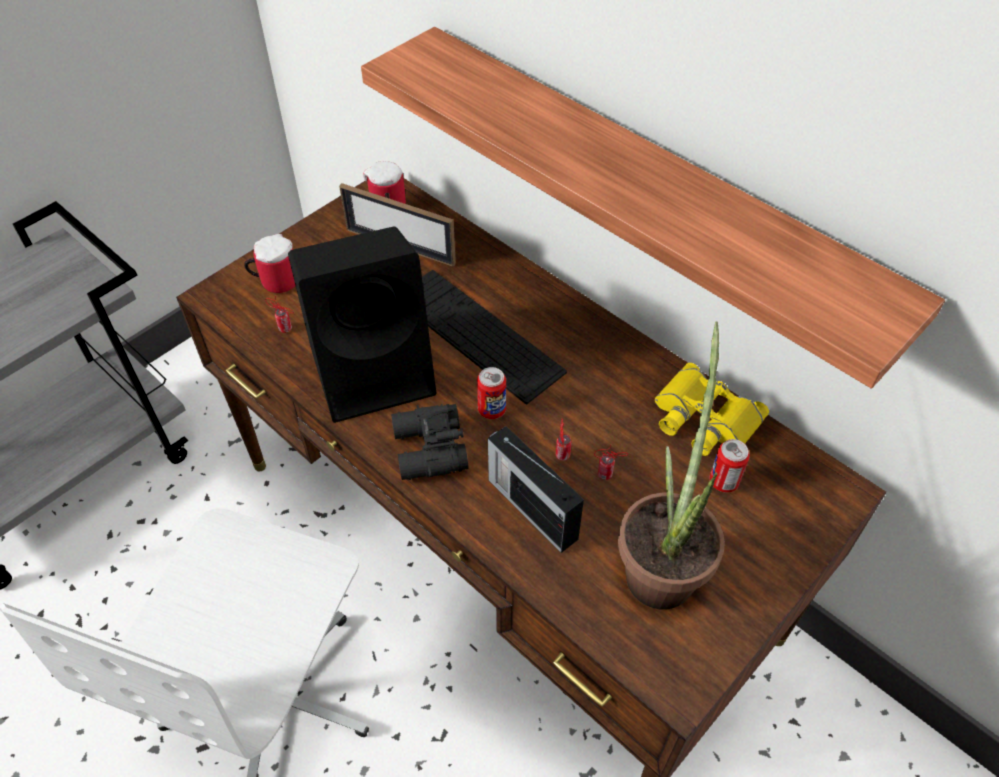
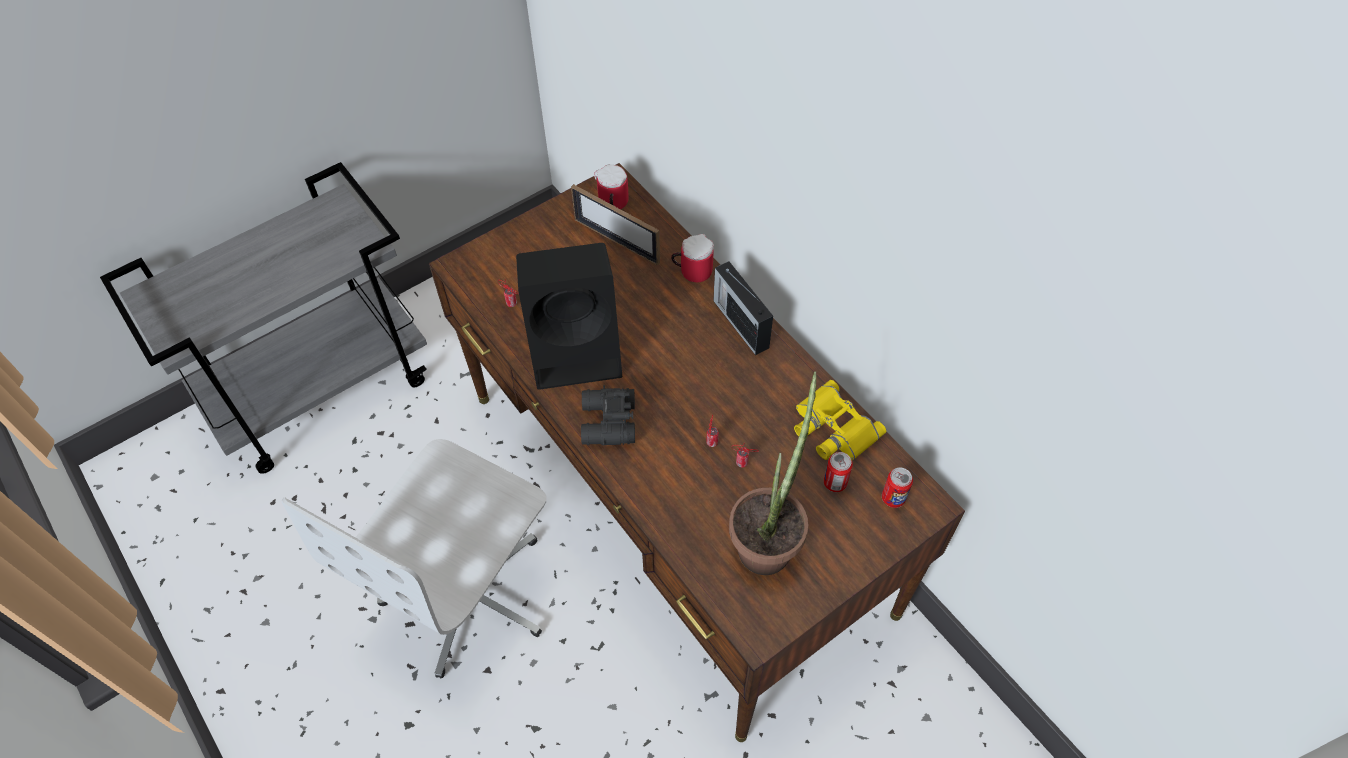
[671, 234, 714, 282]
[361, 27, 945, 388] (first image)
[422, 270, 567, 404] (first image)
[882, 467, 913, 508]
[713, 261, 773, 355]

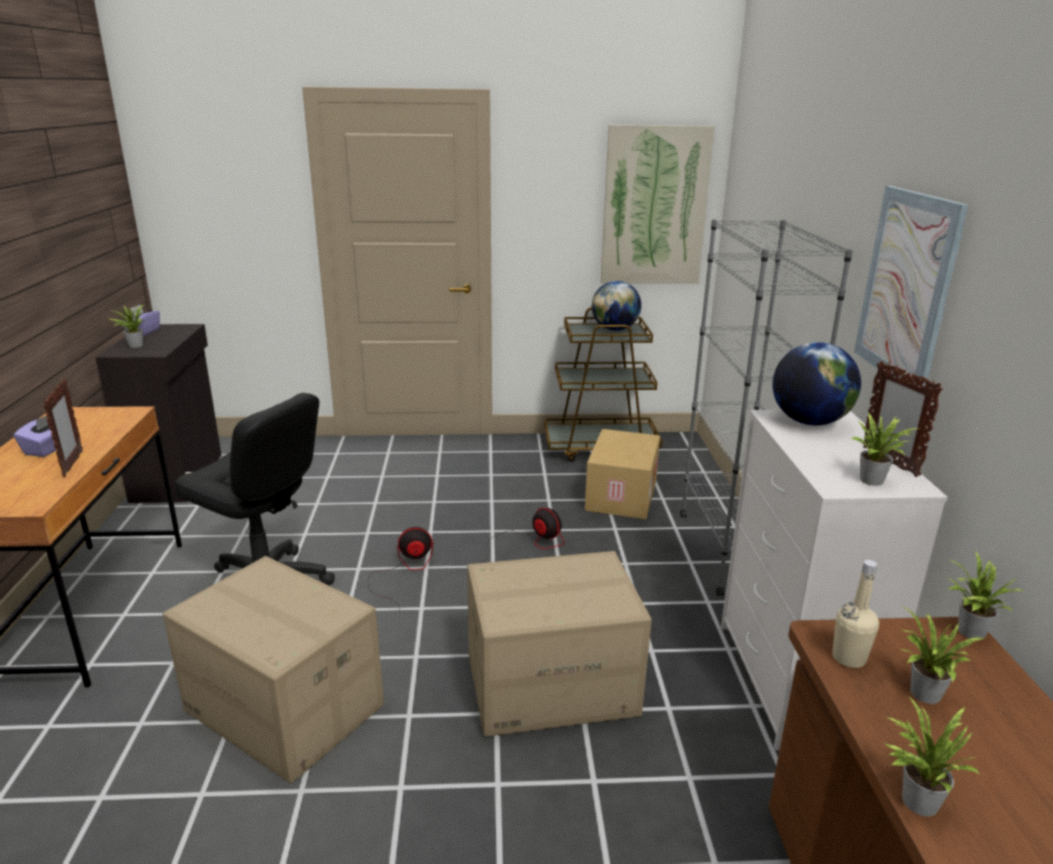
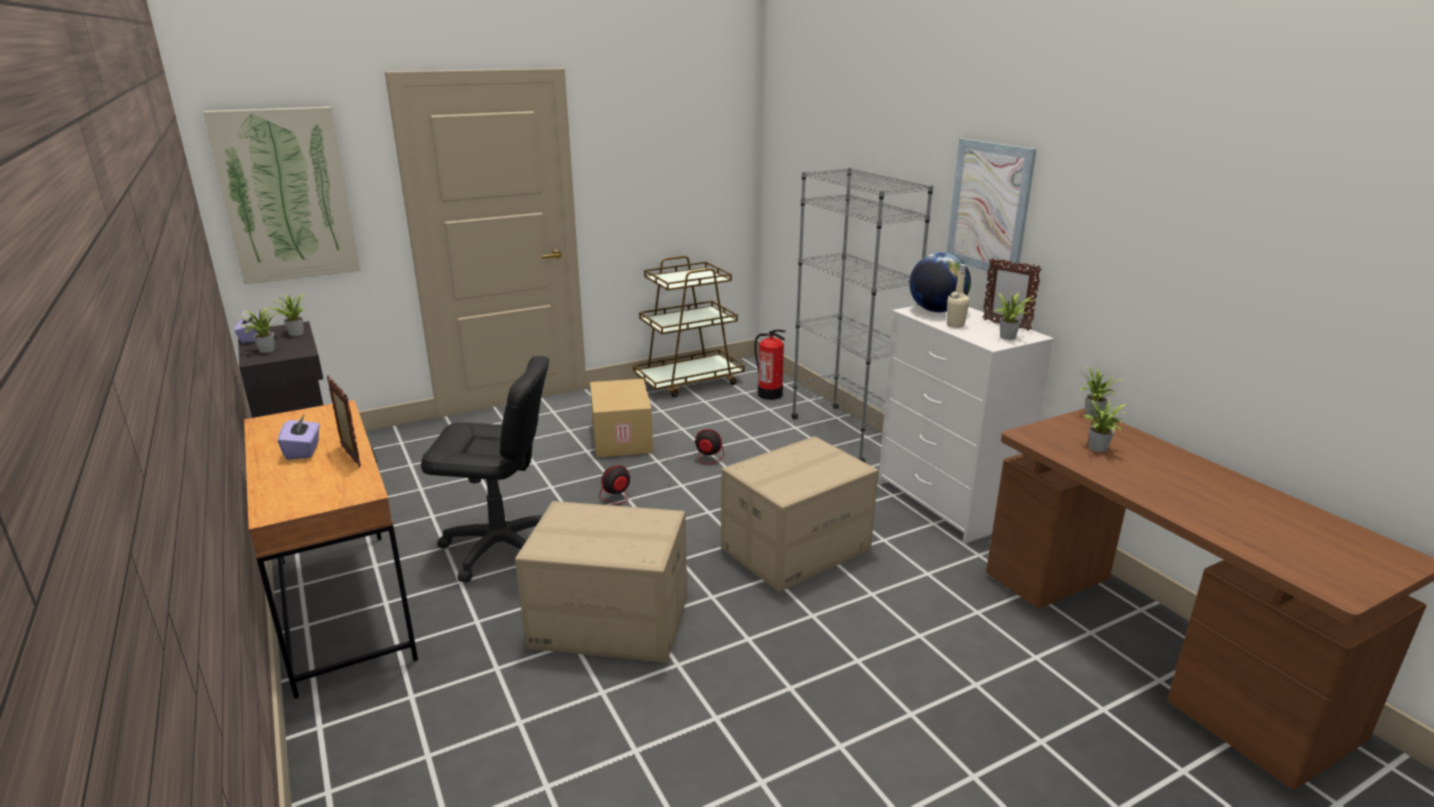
[590, 379, 653, 458]
[592, 281, 641, 331] (first image)
[203, 107, 360, 284]
[947, 264, 970, 328]
[269, 293, 306, 336]
[755, 329, 786, 400]

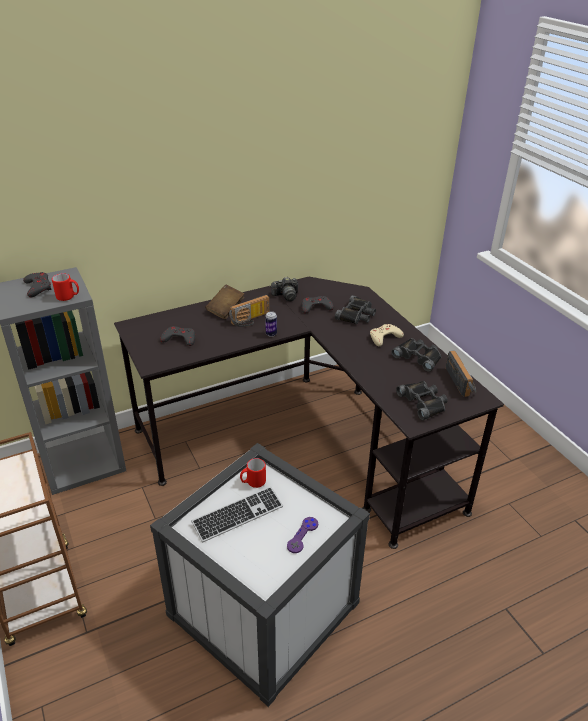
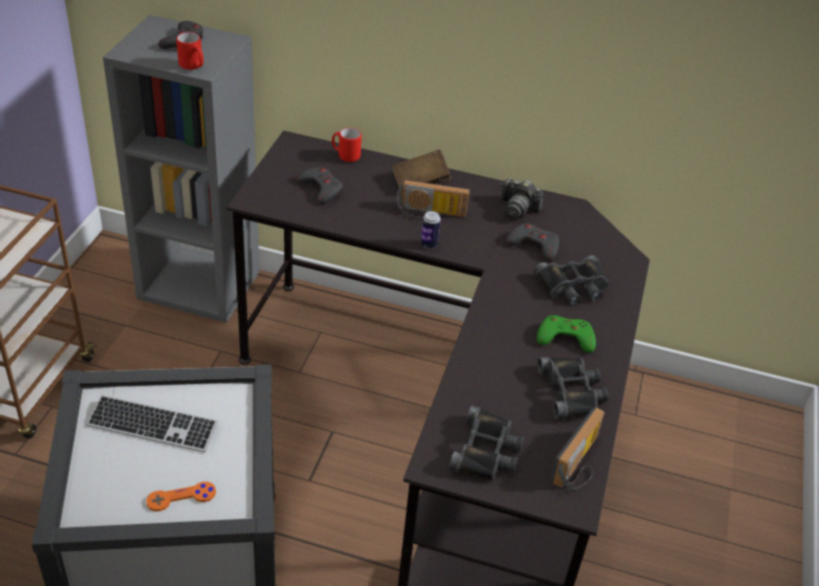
[332, 128, 362, 162]
[146, 482, 216, 511]
[537, 315, 596, 353]

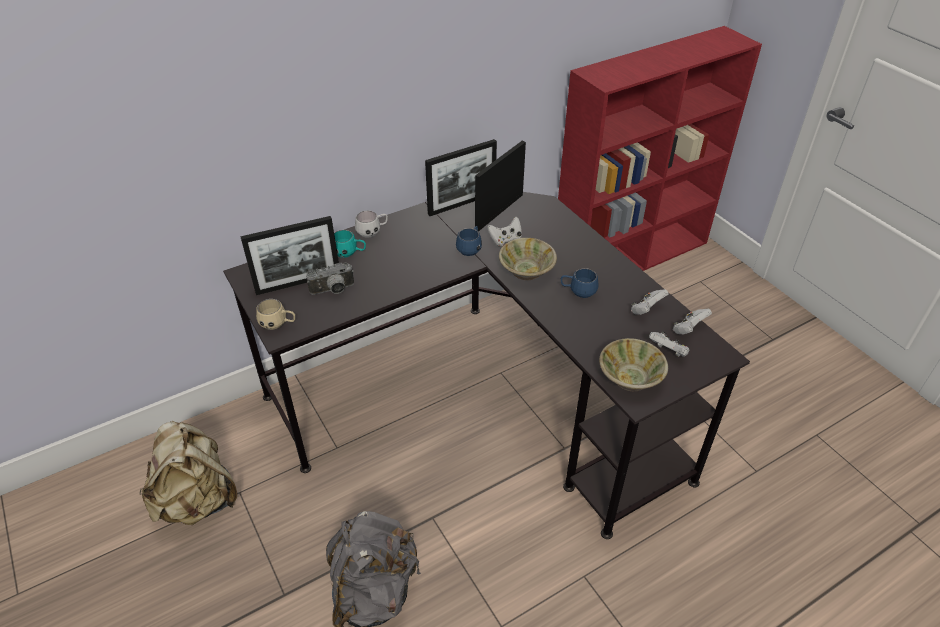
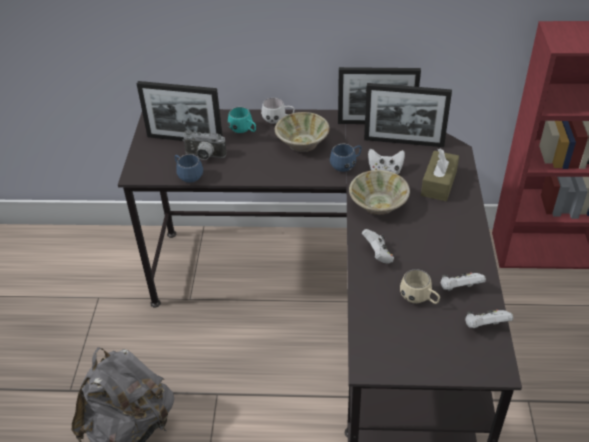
[139, 421, 237, 525] (first image)
[400, 269, 440, 304]
[364, 83, 452, 147]
[175, 154, 203, 183]
[275, 112, 330, 152]
[362, 229, 394, 264]
[421, 148, 459, 201]

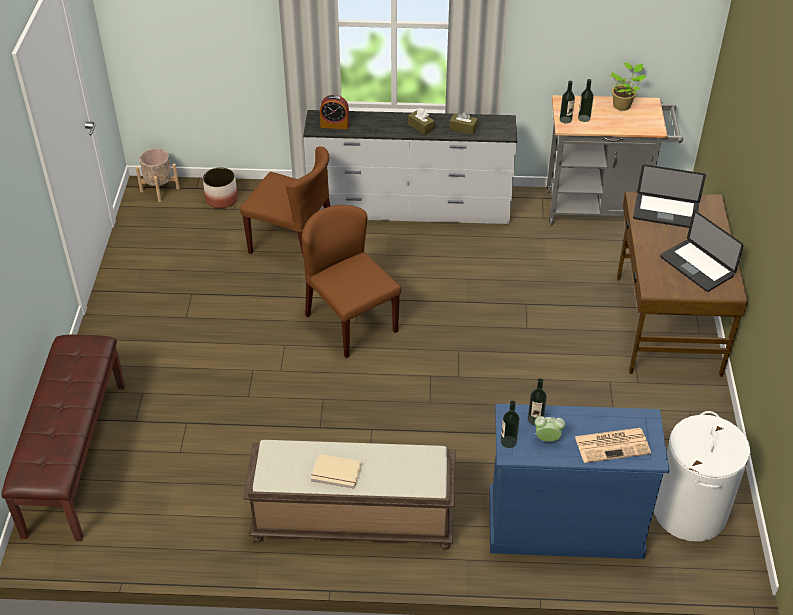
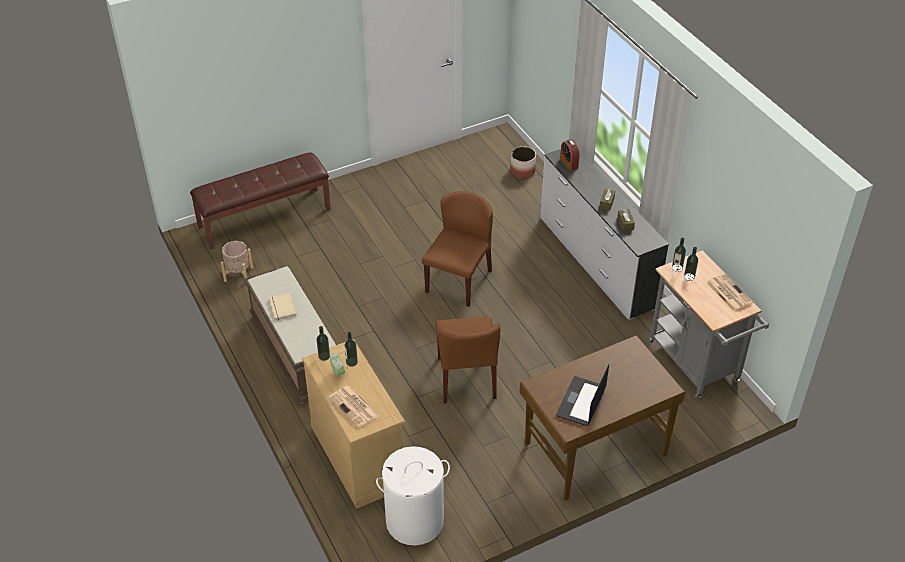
[221, 241, 253, 282]
[435, 316, 501, 403]
[302, 339, 406, 509]
[706, 273, 754, 312]
[633, 164, 706, 228] (first image)

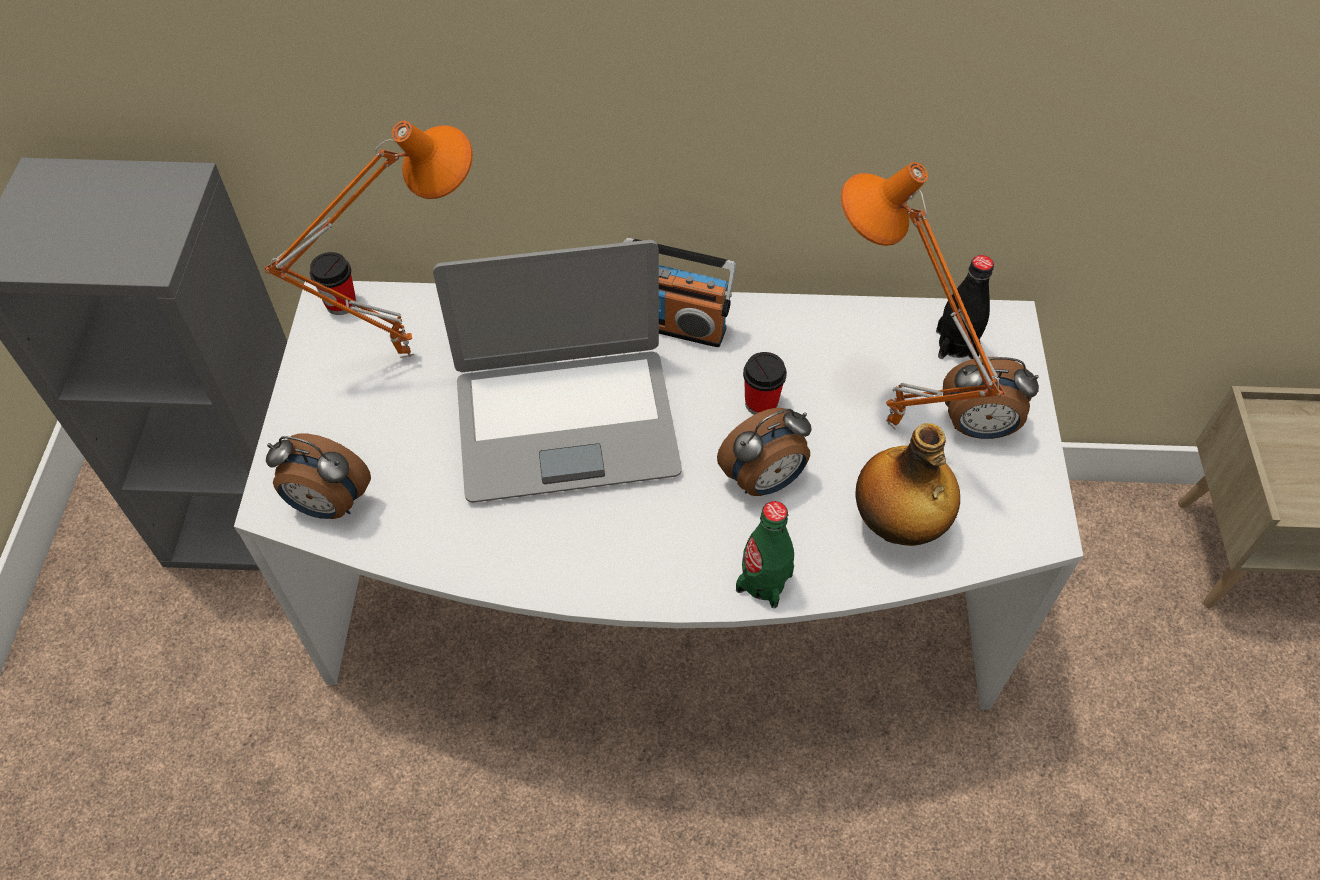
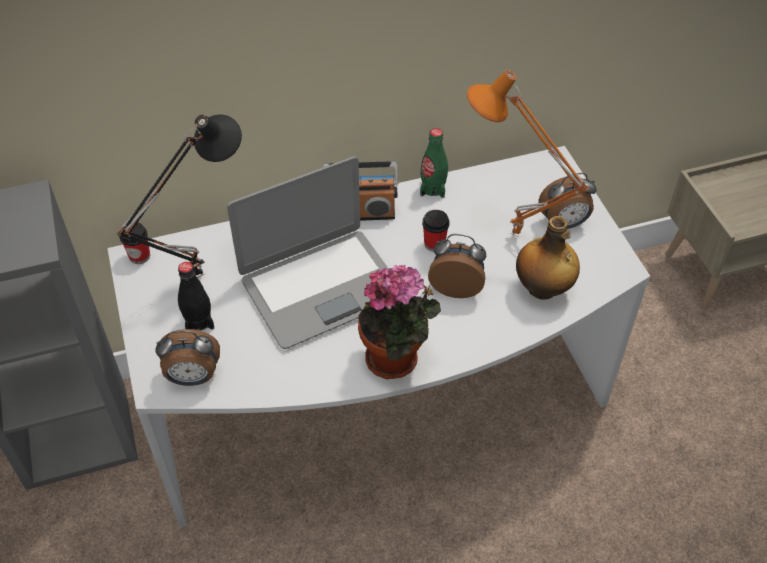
[117, 115, 242, 278]
[428, 234, 486, 298]
[420, 128, 448, 198]
[178, 262, 214, 331]
[358, 265, 441, 379]

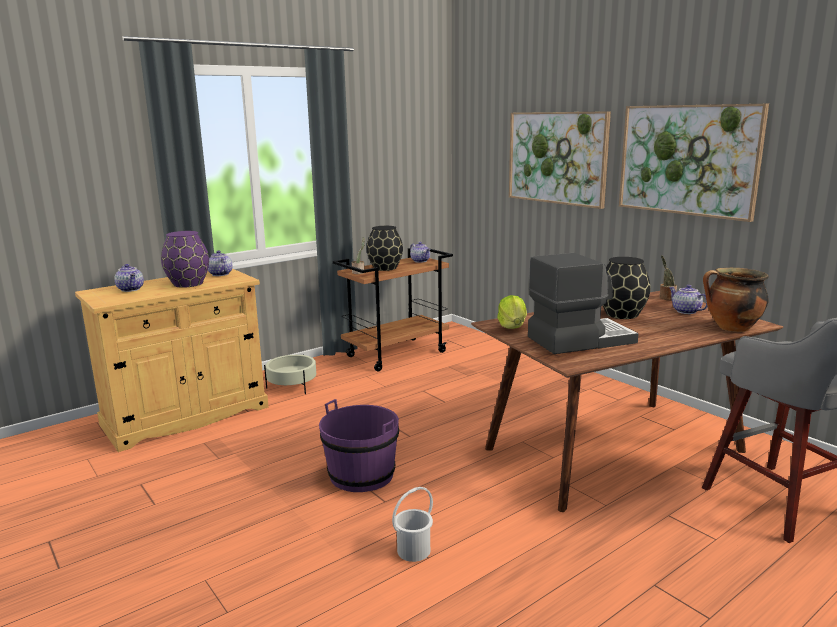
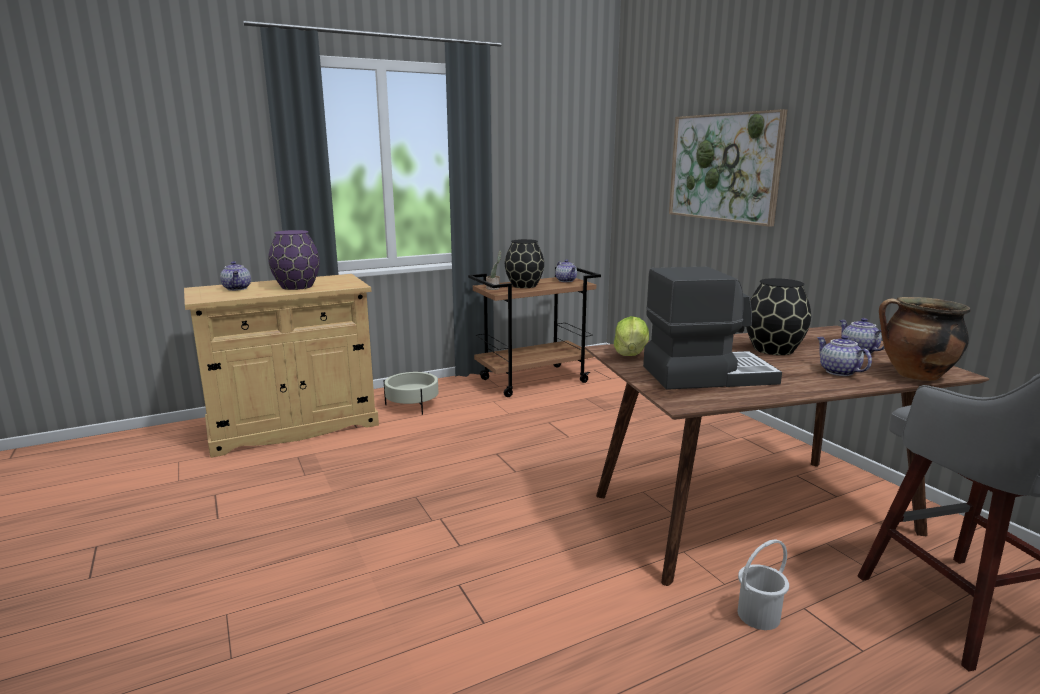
[817, 335, 872, 376]
[319, 399, 399, 492] (first image)
[738, 539, 789, 630]
[619, 104, 769, 222] (first image)
[660, 255, 677, 300] (first image)

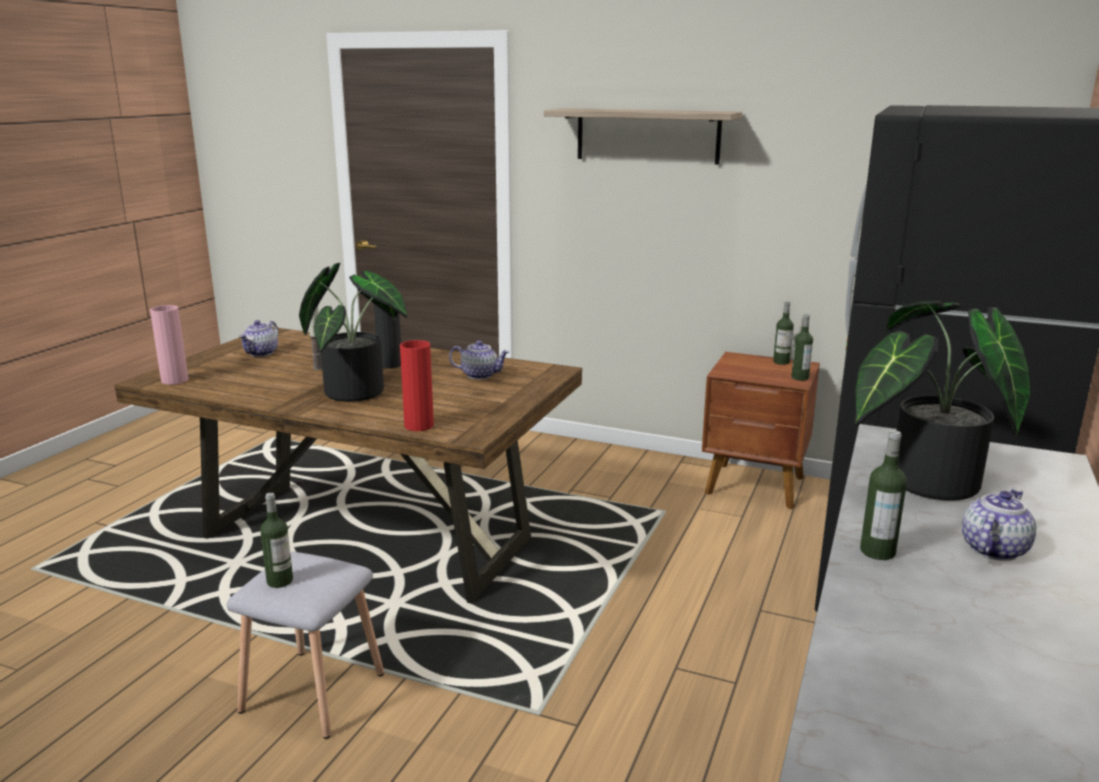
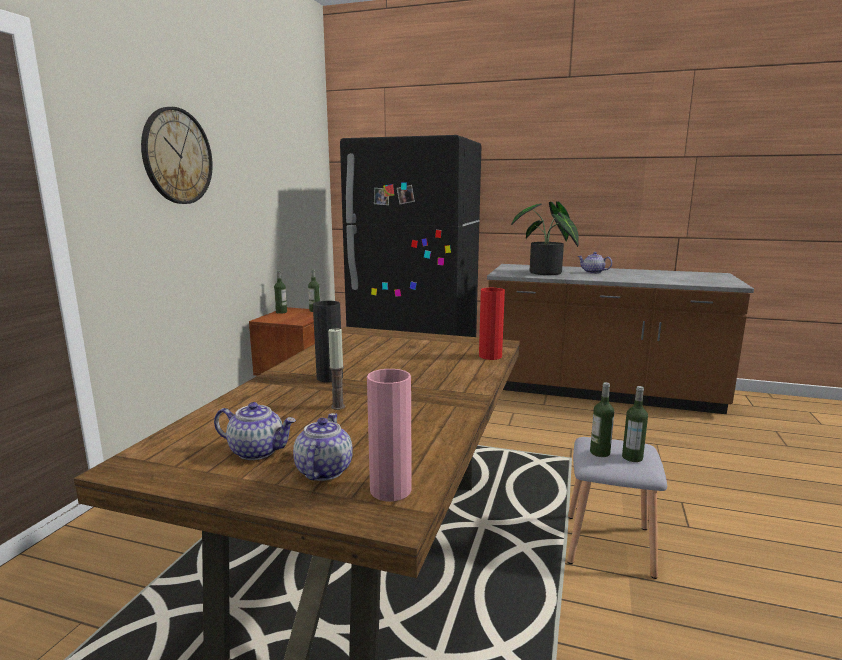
[299, 263, 407, 402] (first image)
[293, 413, 353, 481]
[141, 107, 213, 204]
[590, 382, 614, 457]

